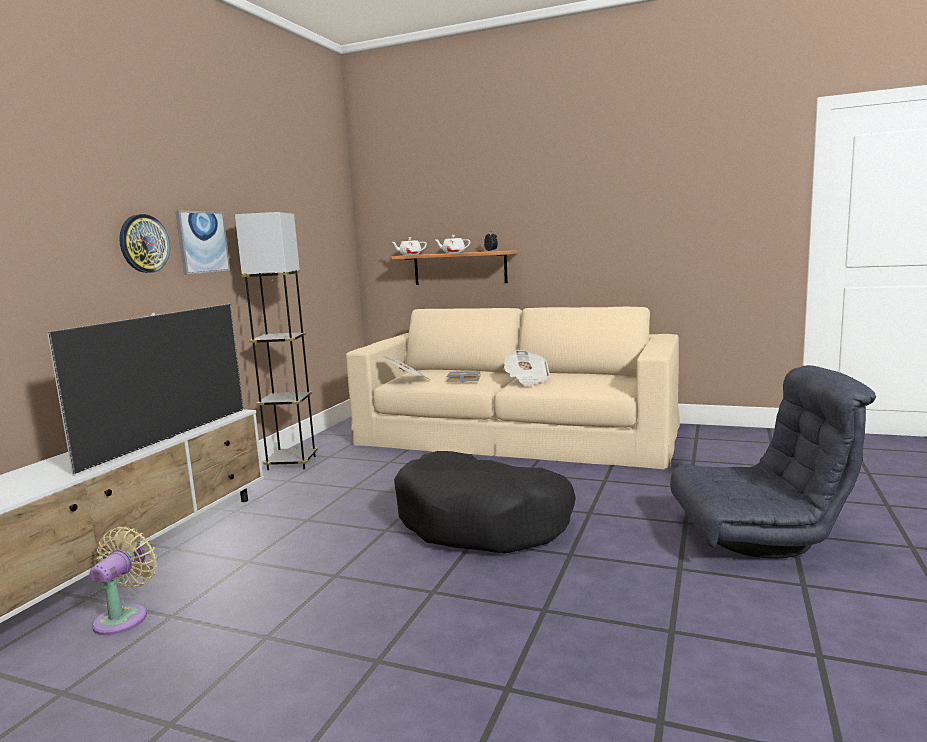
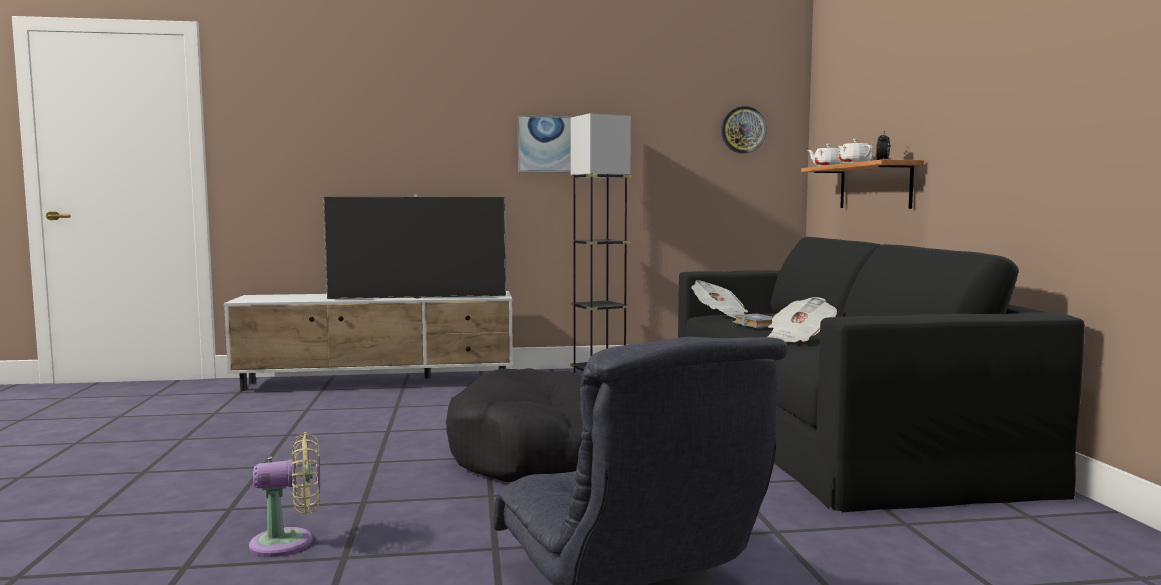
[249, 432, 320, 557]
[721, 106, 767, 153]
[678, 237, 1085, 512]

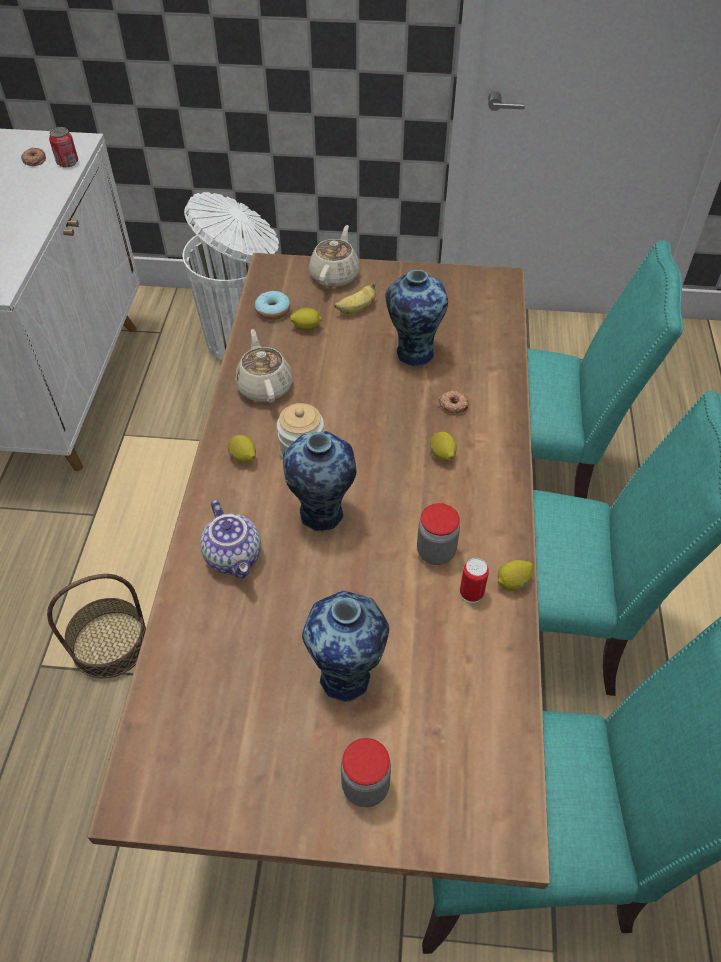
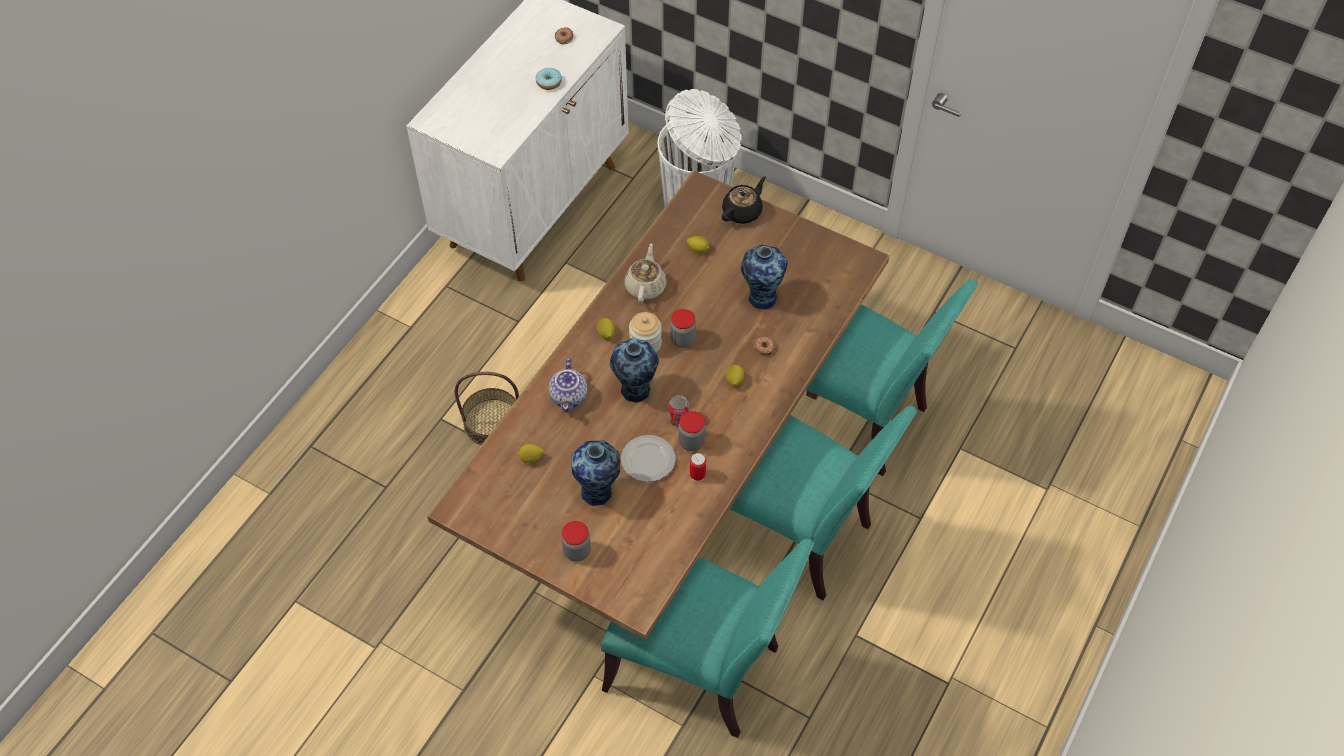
[668, 395, 689, 426]
[535, 68, 562, 90]
[722, 176, 766, 224]
[334, 283, 376, 314] (first image)
[517, 444, 543, 463]
[621, 435, 675, 482]
[670, 309, 696, 348]

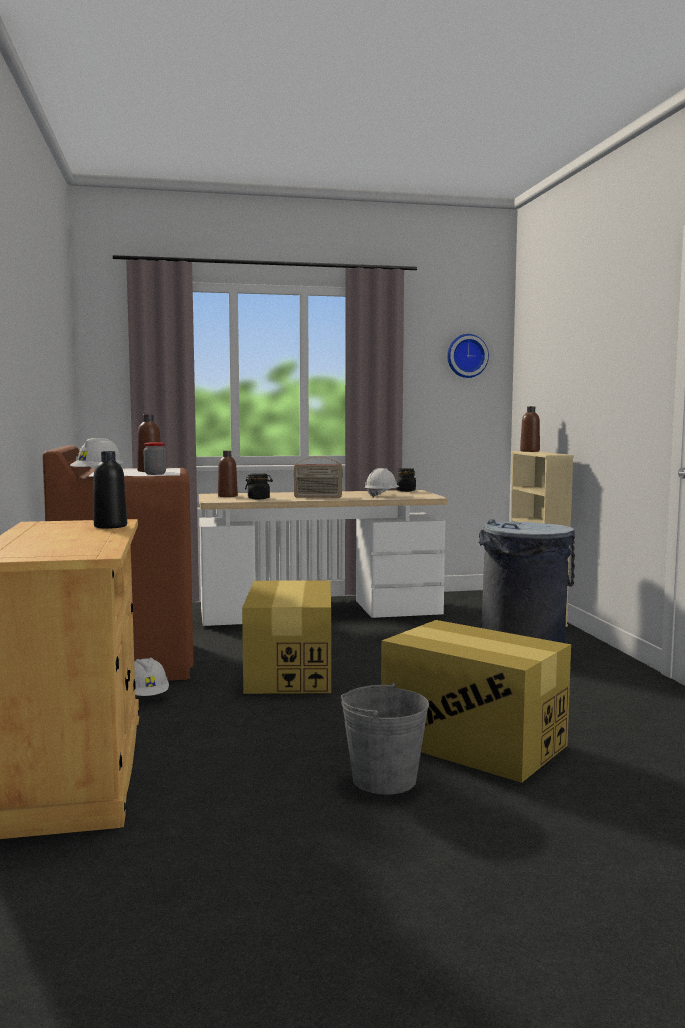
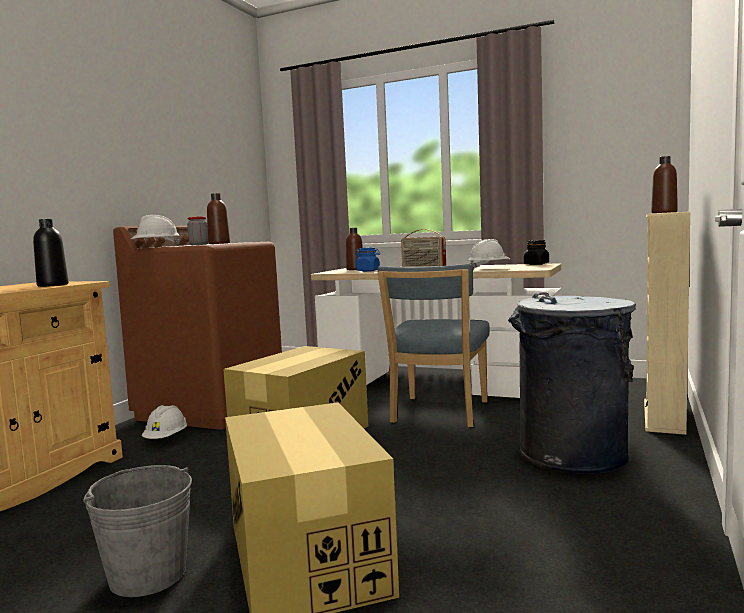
[355, 247, 380, 272]
[447, 334, 489, 378] (first image)
[378, 264, 490, 428]

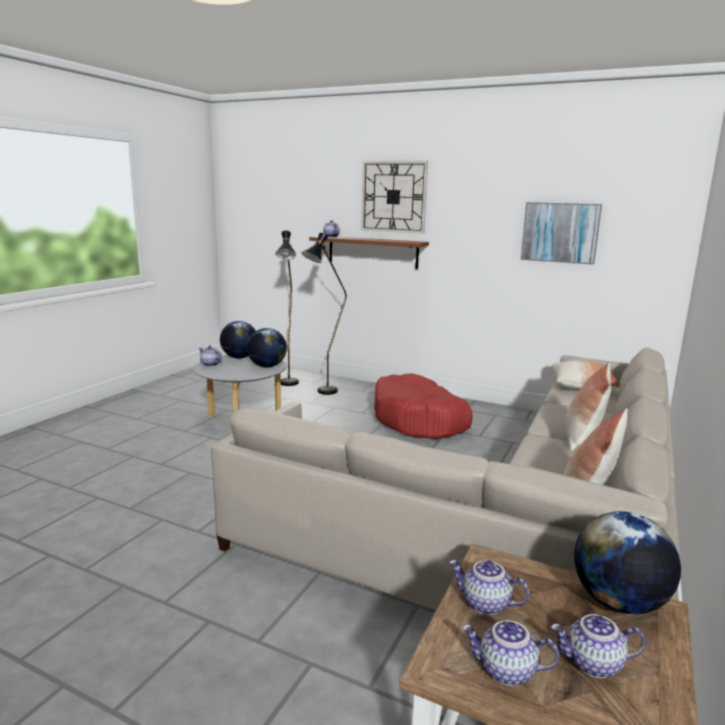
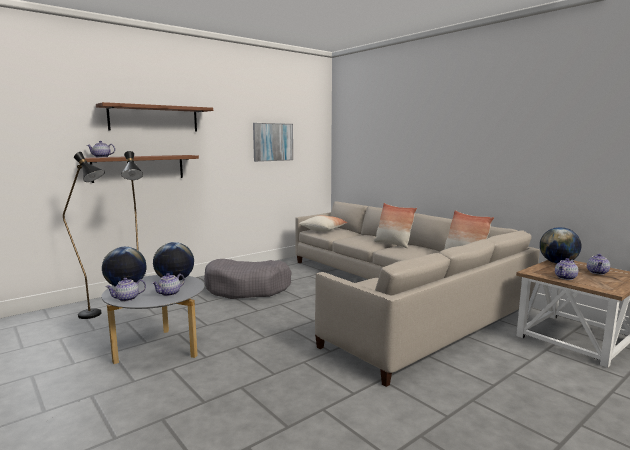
[96, 102, 213, 131]
[204, 259, 292, 299]
[152, 273, 185, 296]

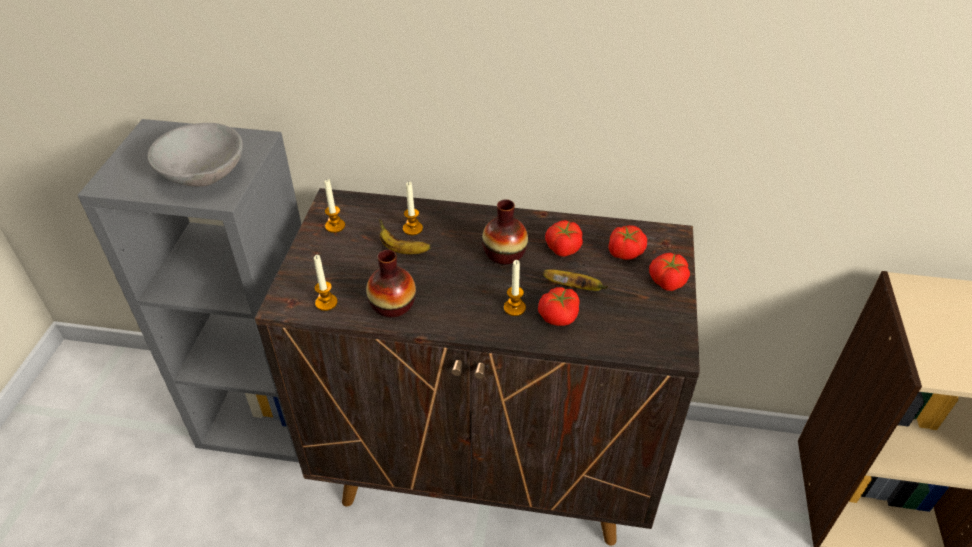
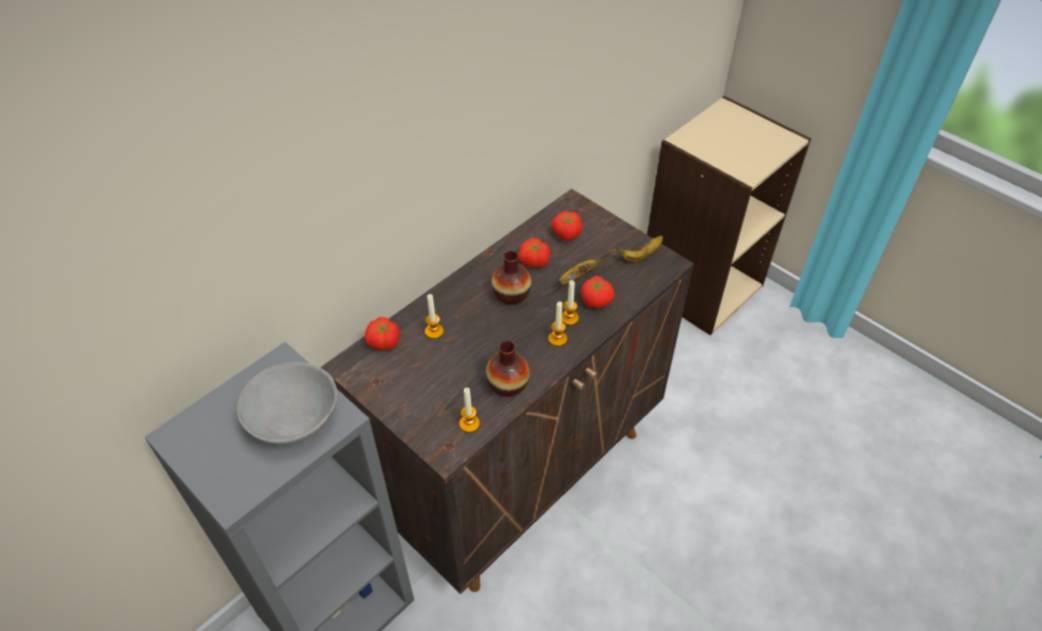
[549, 302, 567, 346]
[615, 236, 663, 261]
[365, 317, 400, 350]

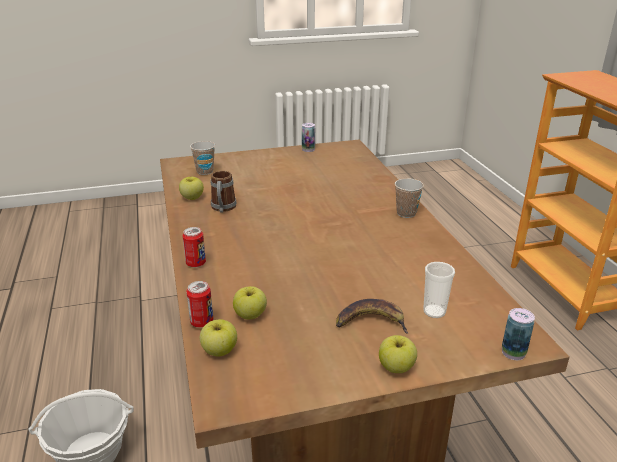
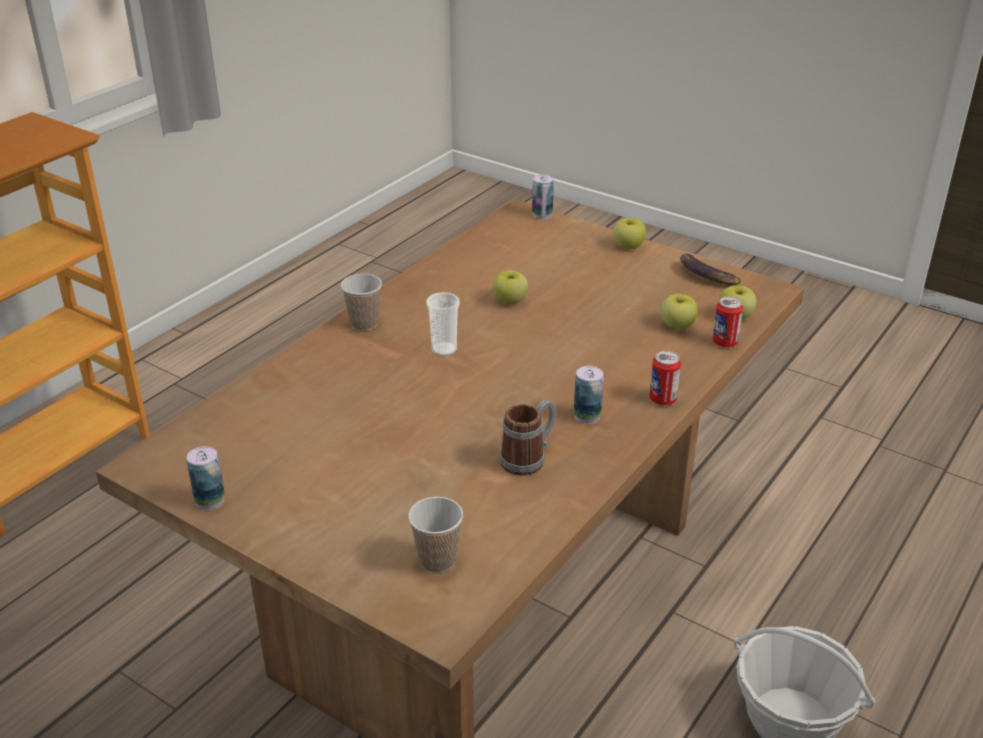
[492, 270, 528, 304]
[680, 253, 741, 285]
[426, 292, 460, 356]
[574, 366, 604, 424]

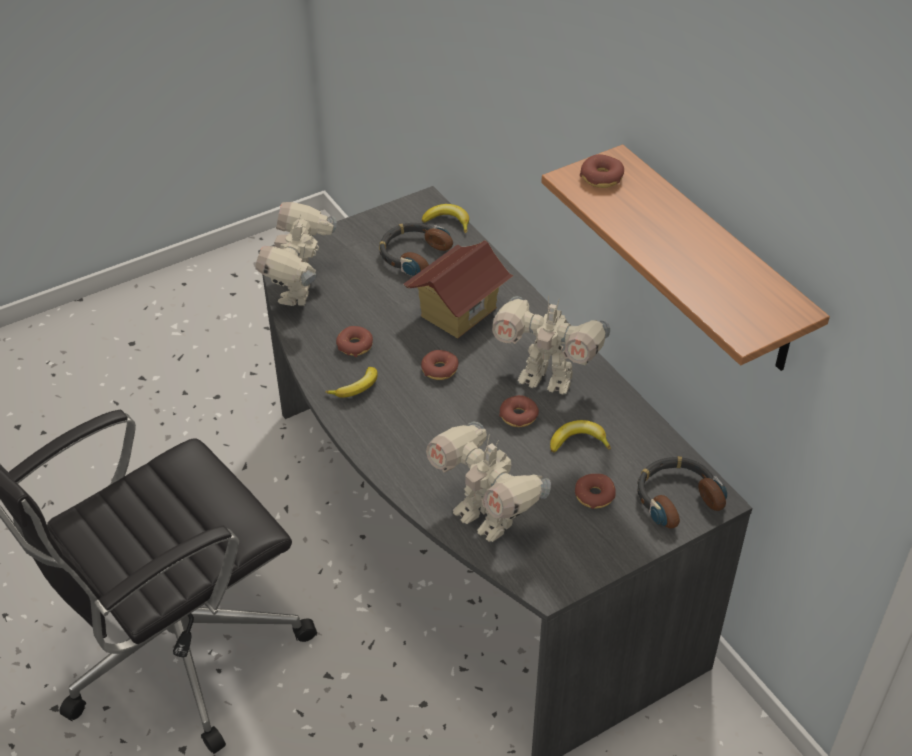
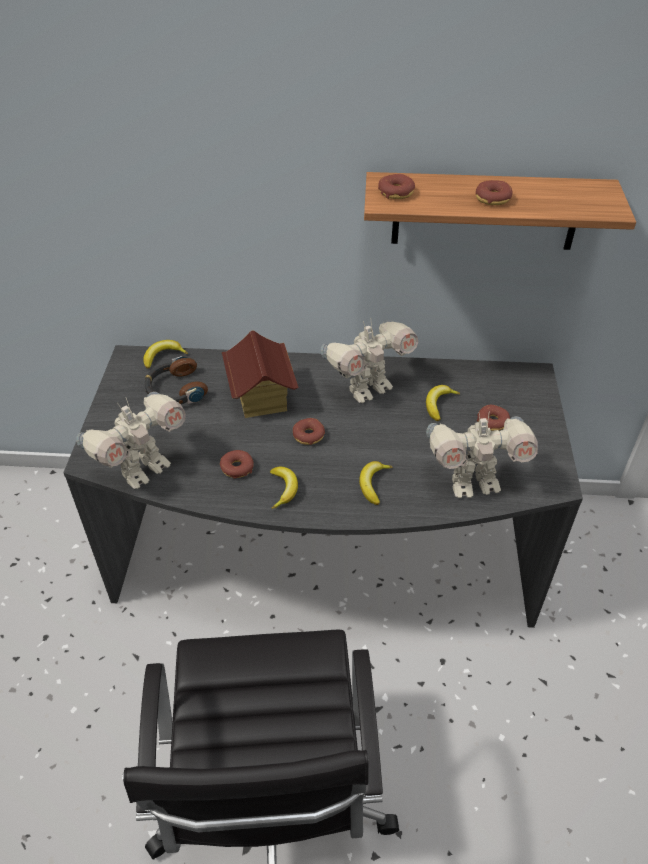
[76, 392, 186, 489]
[475, 180, 513, 205]
[637, 456, 727, 528] (first image)
[359, 461, 393, 505]

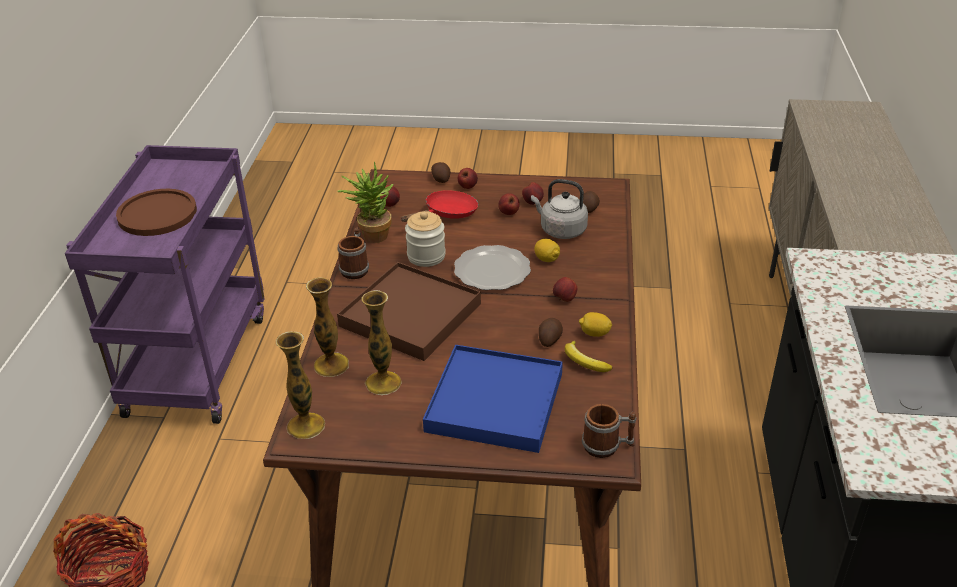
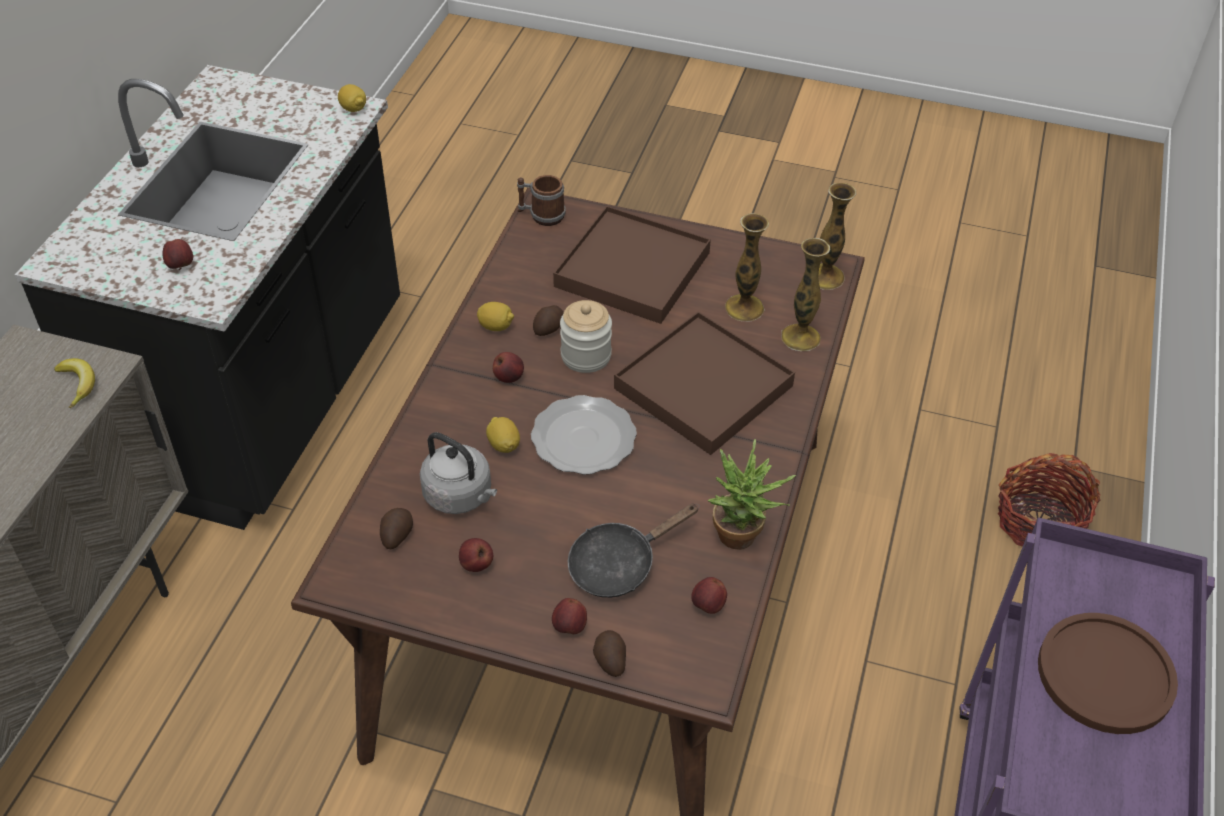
[338, 228, 369, 279] (first image)
[568, 503, 699, 598]
[560, 300, 612, 373]
[553, 206, 711, 324]
[162, 239, 193, 270]
[54, 358, 95, 408]
[338, 84, 366, 112]

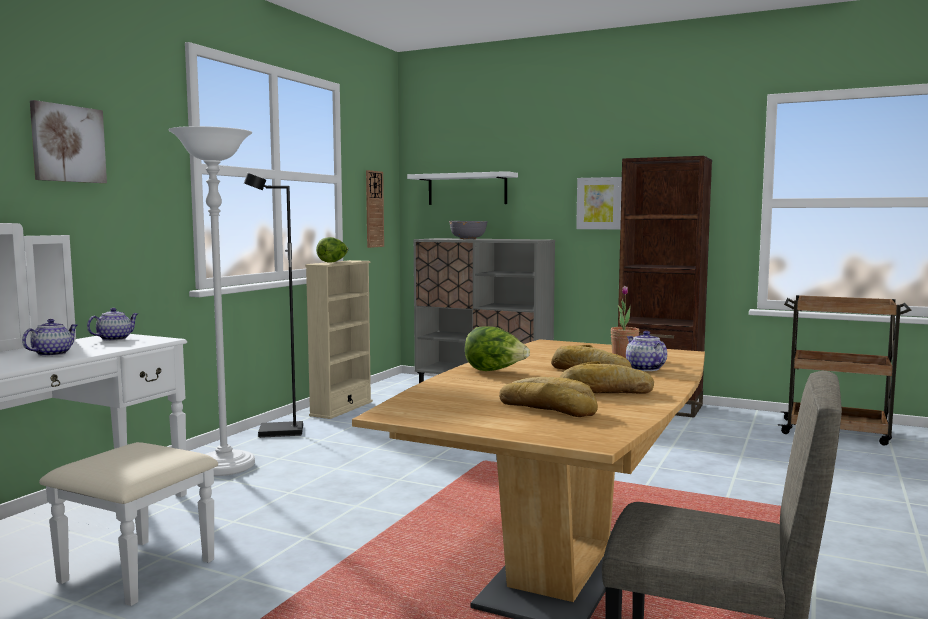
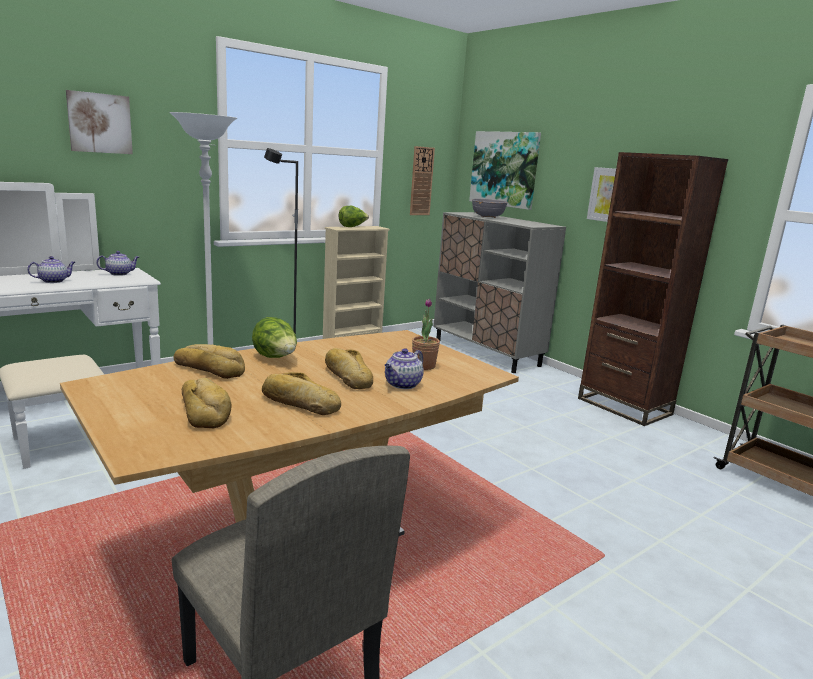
[469, 131, 541, 210]
[384, 348, 424, 389]
[173, 344, 245, 379]

